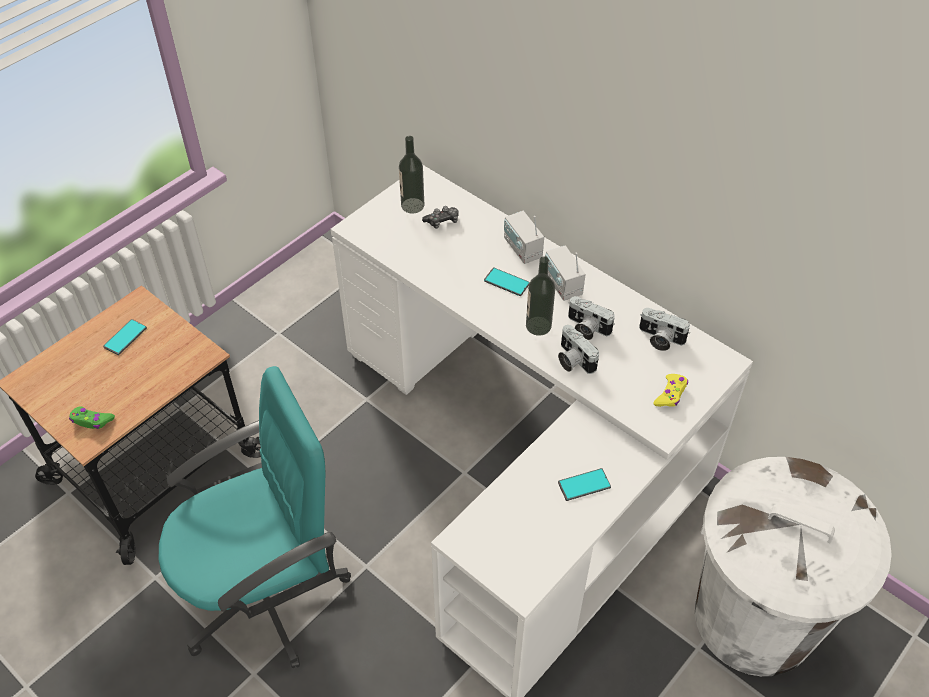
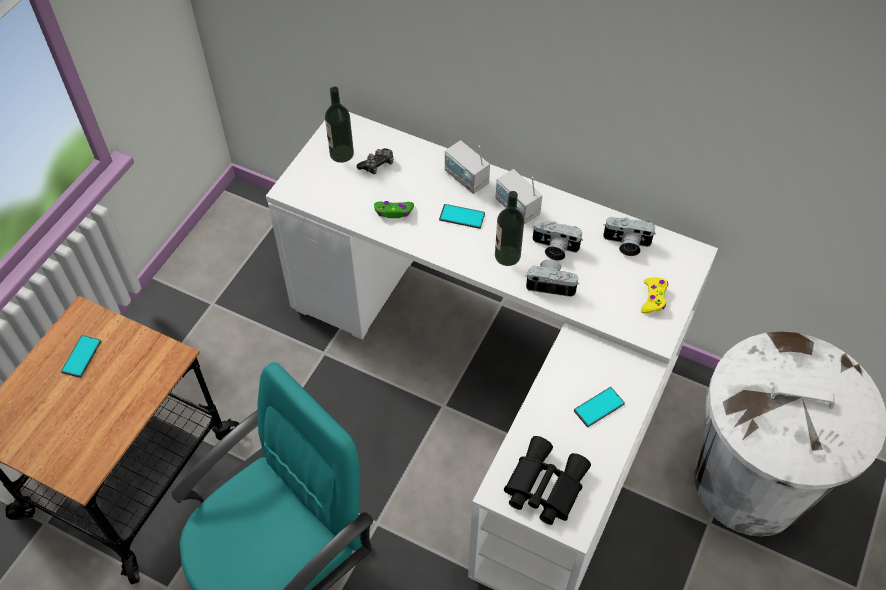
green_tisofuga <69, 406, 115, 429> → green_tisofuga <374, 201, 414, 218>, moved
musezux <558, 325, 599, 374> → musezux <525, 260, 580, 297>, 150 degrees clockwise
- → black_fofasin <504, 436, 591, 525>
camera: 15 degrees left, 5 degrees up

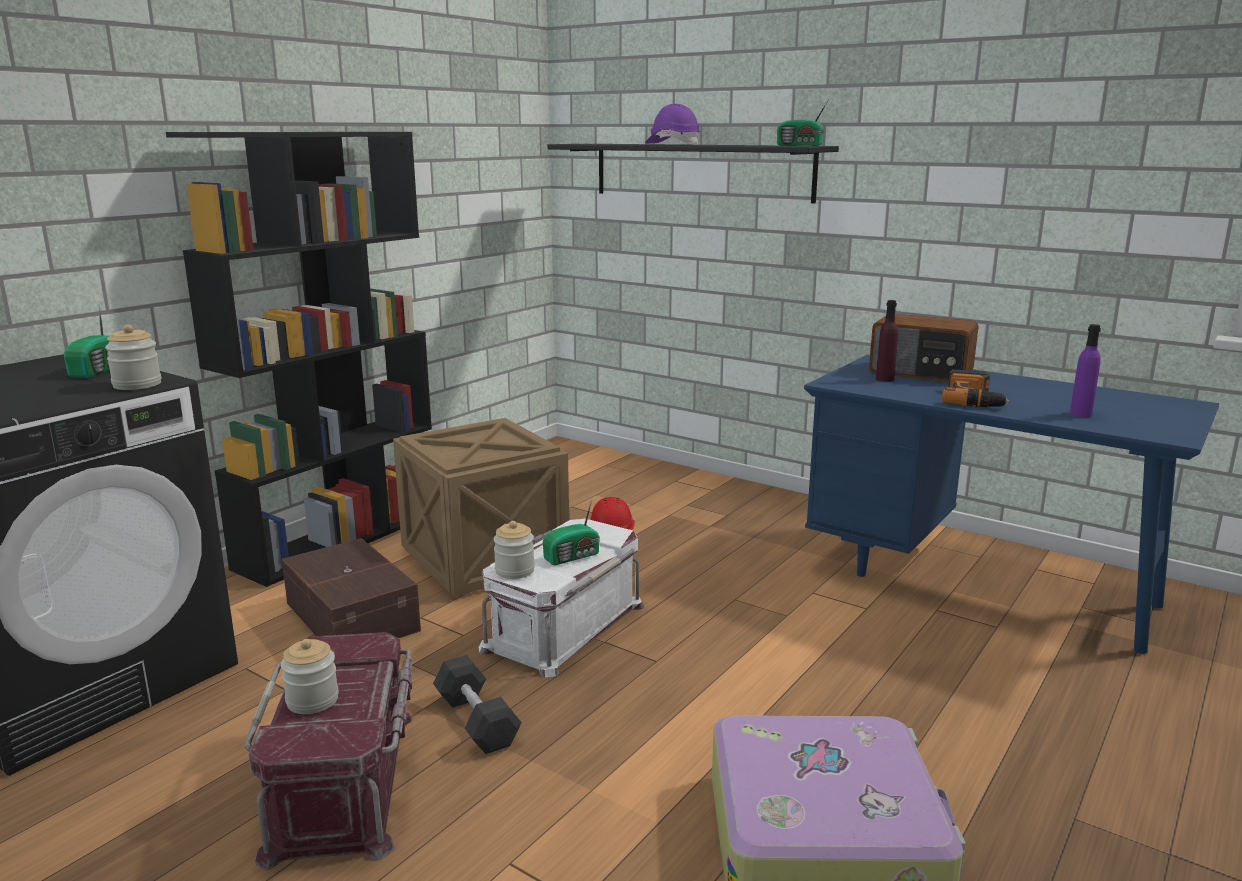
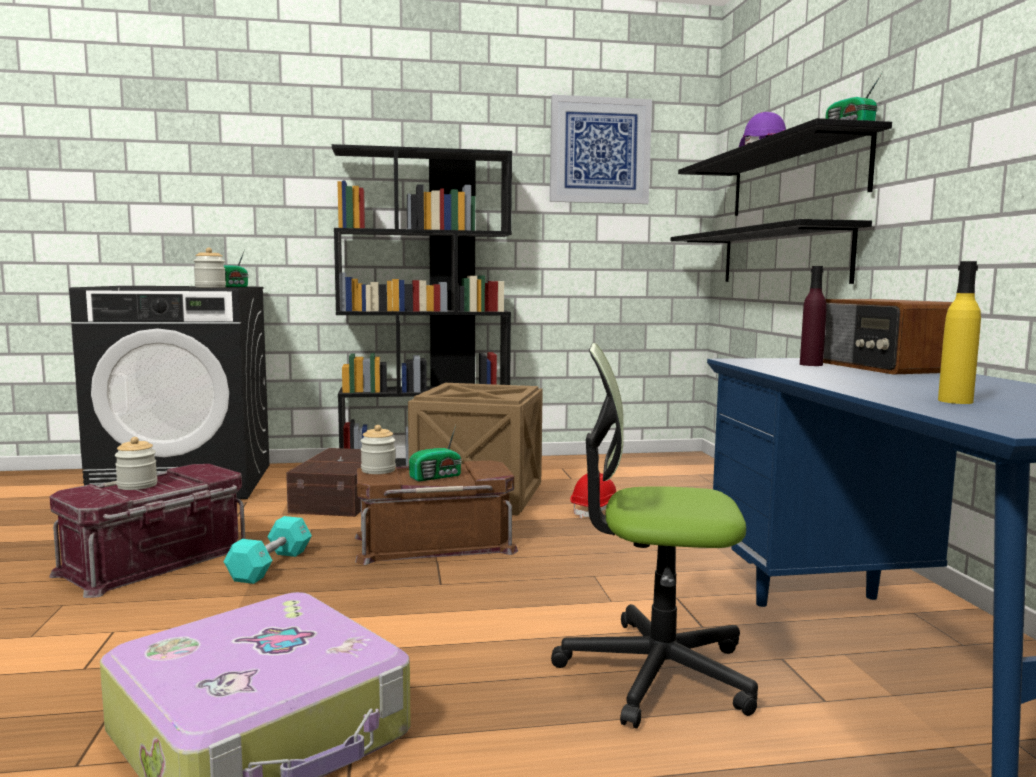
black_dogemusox <433, 655, 522, 754> → turquoise_dogemusox <224, 516, 312, 584>
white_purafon <479, 519, 644, 677> → brown_purafon <355, 461, 518, 565>
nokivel <543, 499, 600, 565> → nokivel <409, 425, 462, 481>, 45 degrees counterclockwise
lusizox <942, 369, 1009, 407> → -
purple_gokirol <1070, 324, 1101, 417> → yellow_gokirol <938, 261, 981, 404>
- → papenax <550, 95, 652, 204>
- → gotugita <551, 343, 758, 728>
- → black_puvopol <671, 219, 872, 284>
camera: 45 degrees right, 10 degrees down

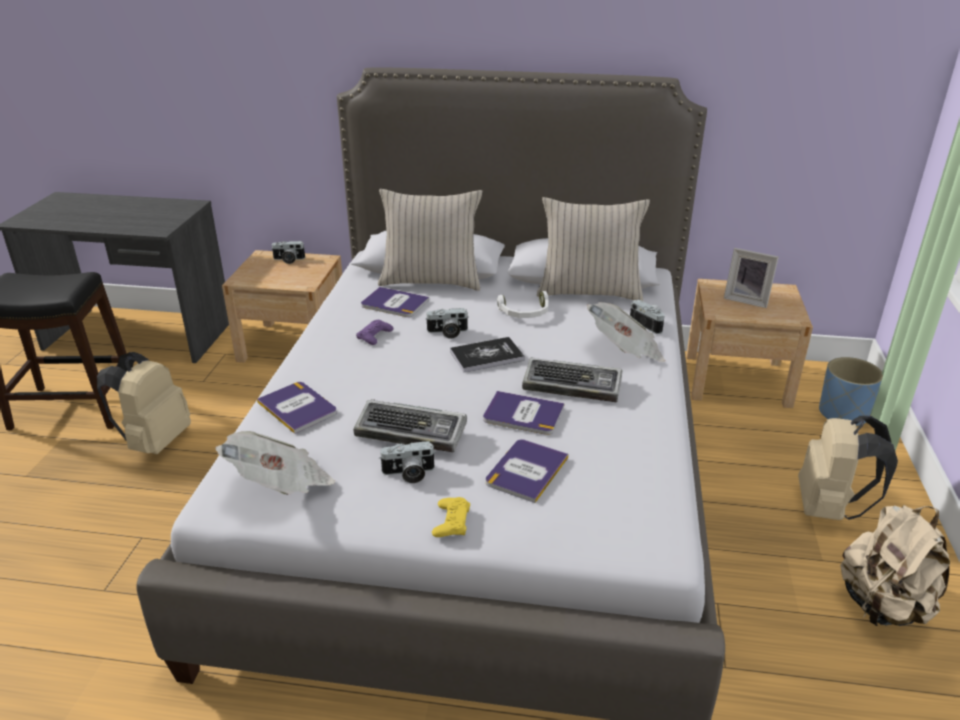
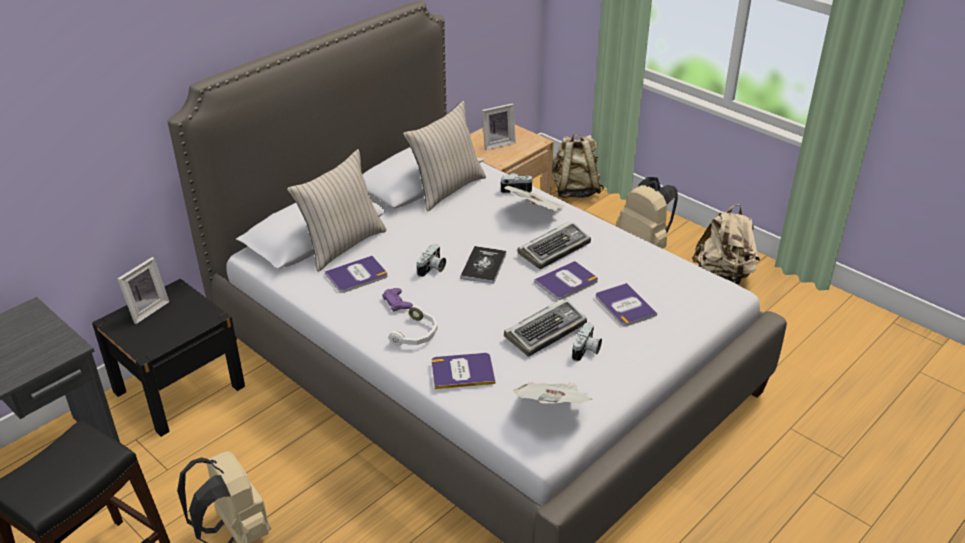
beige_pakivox <222, 250, 342, 363> → black_pakivox <92, 279, 245, 437>
musezux <272, 241, 305, 264> → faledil <118, 257, 170, 324>
yellow_tisofuga <432, 497, 470, 537> → -
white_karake <497, 291, 549, 318> → white_karake <389, 306, 438, 346>, moved
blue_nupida <819, 357, 883, 426> → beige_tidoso <552, 134, 604, 198>
camera: 55 degrees left, 5 degrees up

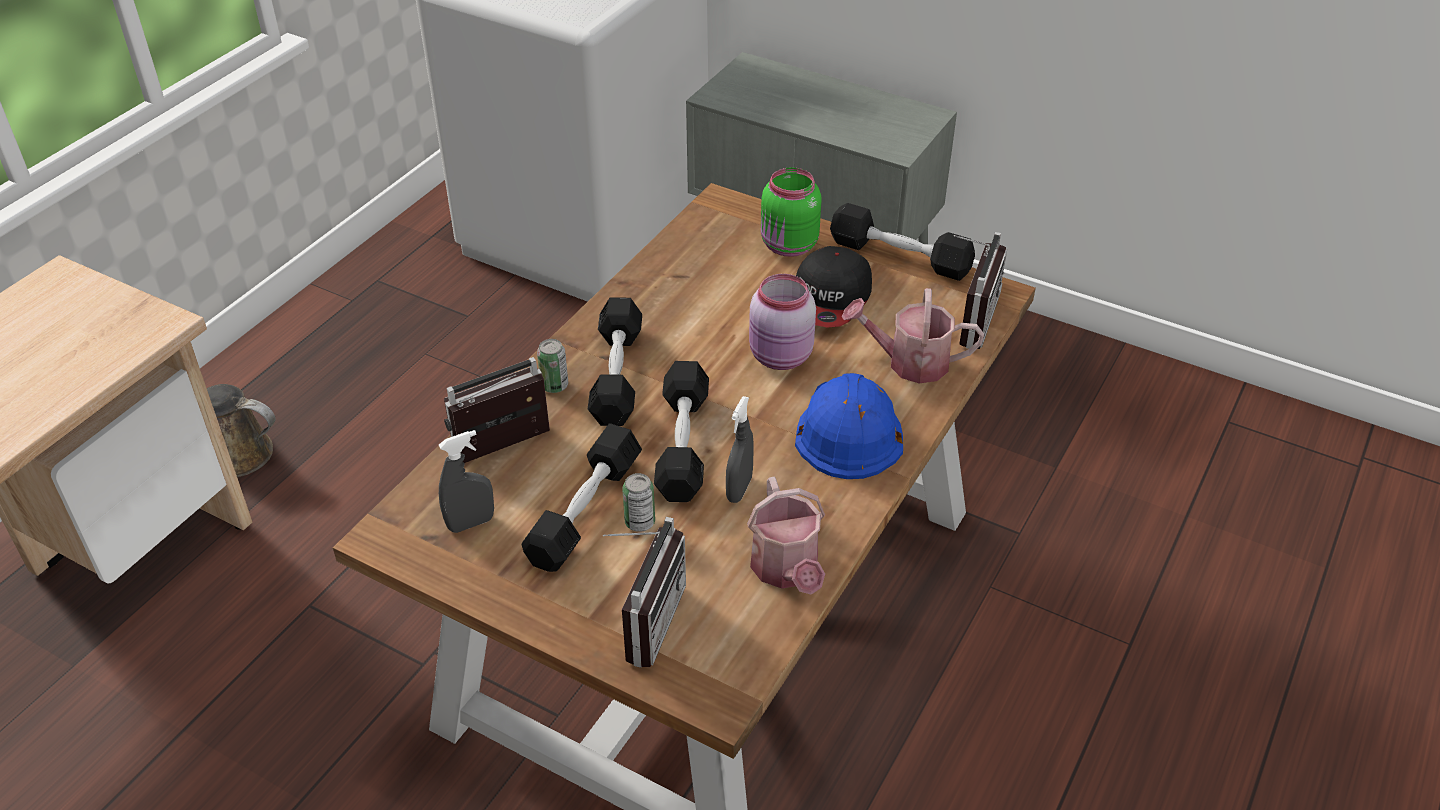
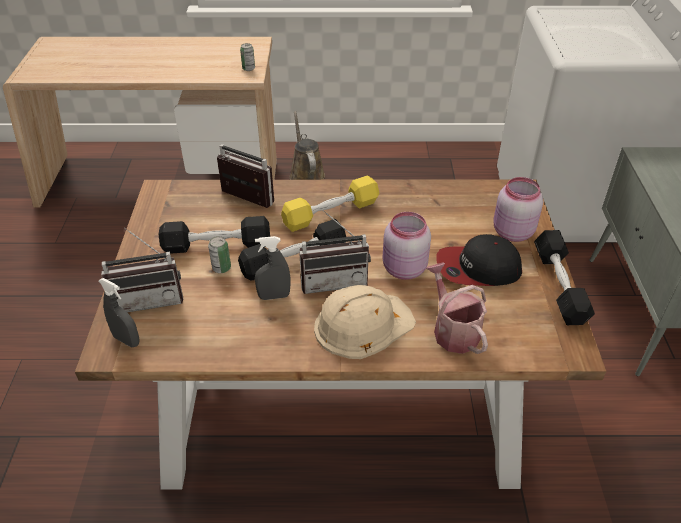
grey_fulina <439, 430, 494, 533> → grey_fulina <99, 278, 139, 347>, moved
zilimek <537, 339, 568, 393> → zilimek <240, 43, 255, 71>, moved
black_dogemusox <588, 297, 642, 426> → yellow_dogemusox <281, 176, 379, 232>
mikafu <747, 477, 825, 595> → -
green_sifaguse <761, 167, 822, 257> → pink_sifaguse <493, 177, 543, 242>
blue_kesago <795, 373, 903, 479> → beige_kesago <314, 285, 416, 359>
nokivel <954, 232, 1007, 349> → nokivel <299, 210, 371, 294>, moved
camera: 60 degrees right, 0 degrees up

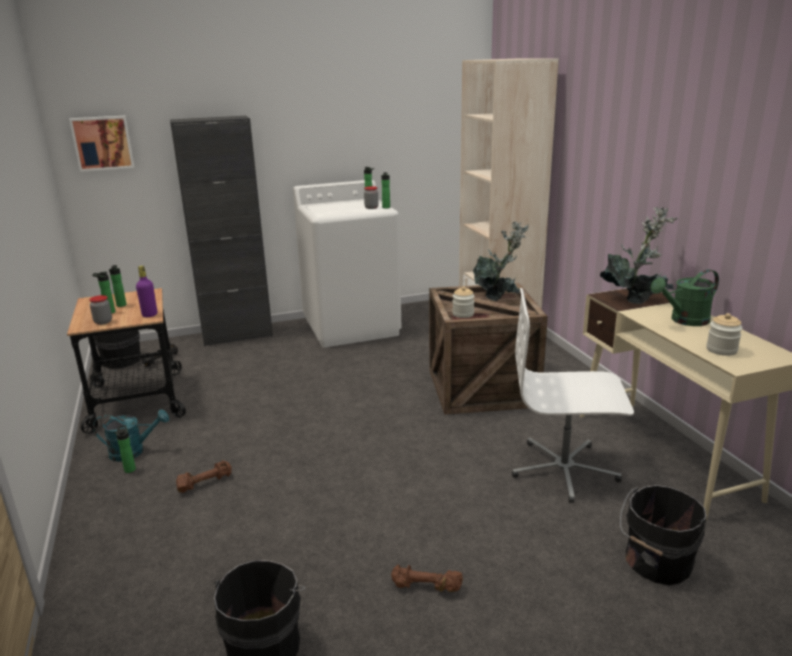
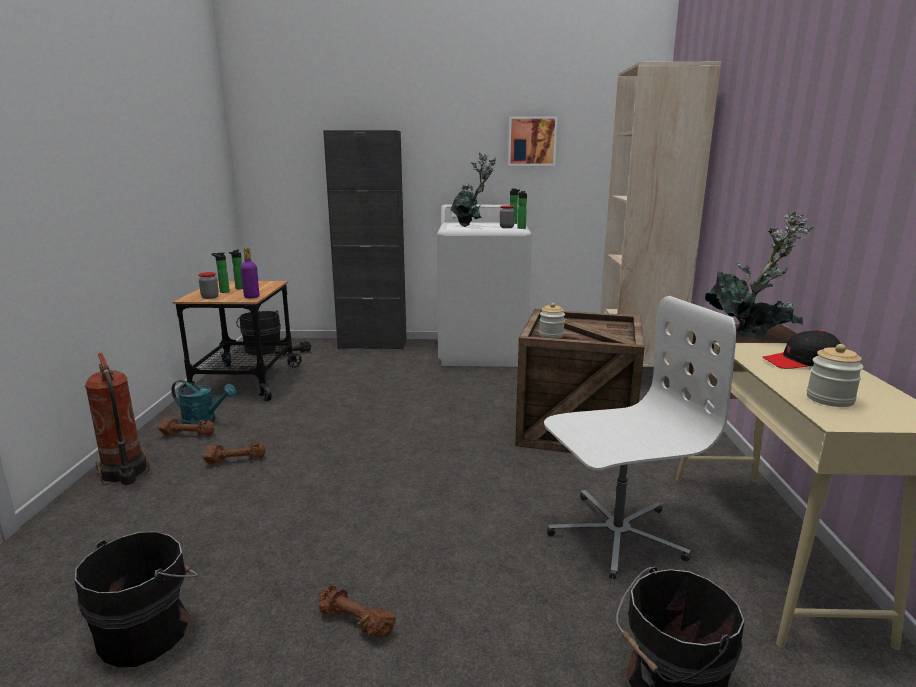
papenax <69, 116, 134, 172> → papenax <508, 116, 557, 166>, moved
gokirol <116, 425, 136, 473> → brown_dogemusox <158, 418, 215, 436>
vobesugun <473, 221, 529, 301> → vobesugun <450, 153, 496, 227>, moved
white_gotugita <512, 288, 634, 503> → white_gotugita <544, 296, 736, 579>, 135 degrees clockwise
green_mikafu <650, 269, 719, 326> → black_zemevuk <763, 330, 841, 369>
- → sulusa <85, 353, 150, 485>
camera: 20 degrees right, 5 degrees down

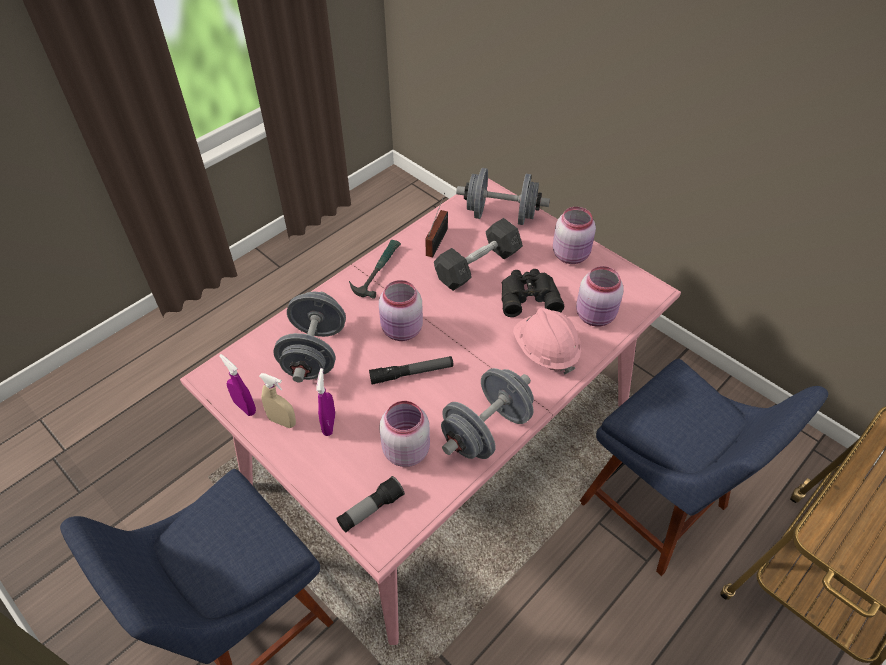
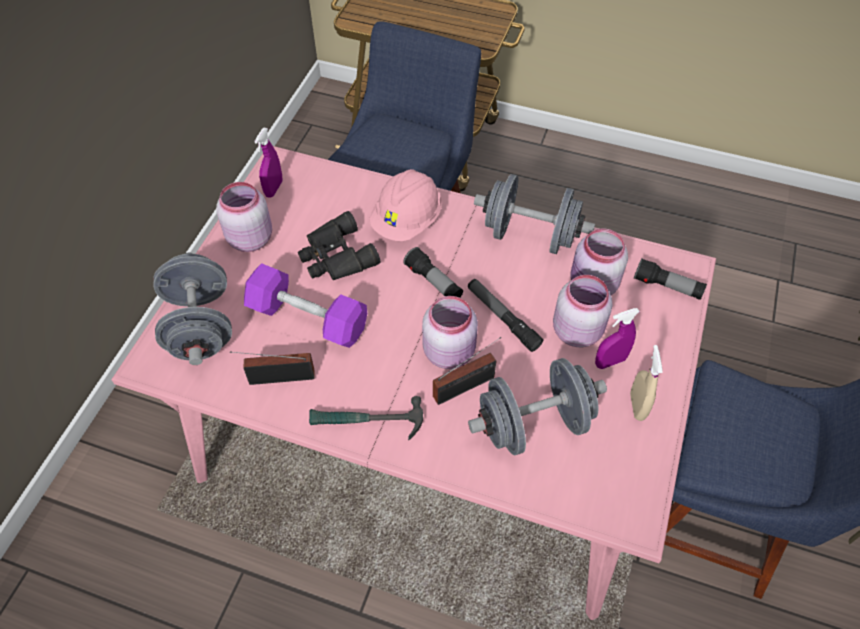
purple_fulina <219, 354, 256, 416> → purple_fulina <254, 128, 283, 198>, moved
grey_dogemusox <434, 218, 523, 291> → purple_dogemusox <244, 263, 367, 348>
pink_sifaguse <576, 266, 624, 327> → pink_sifaguse <553, 275, 613, 347>, moved
- → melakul <403, 247, 463, 298>
- → nokivel <433, 337, 501, 405>
camera: 115 degrees left, 5 degrees up

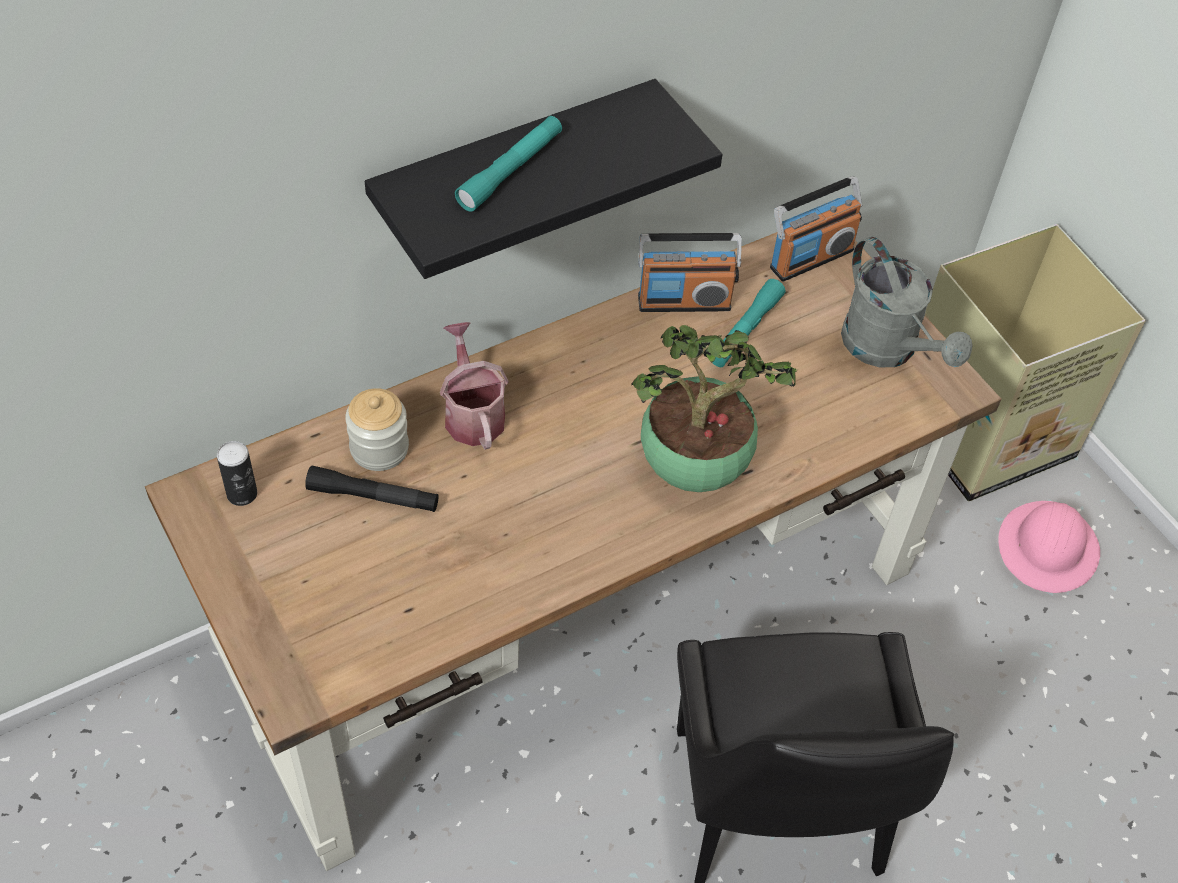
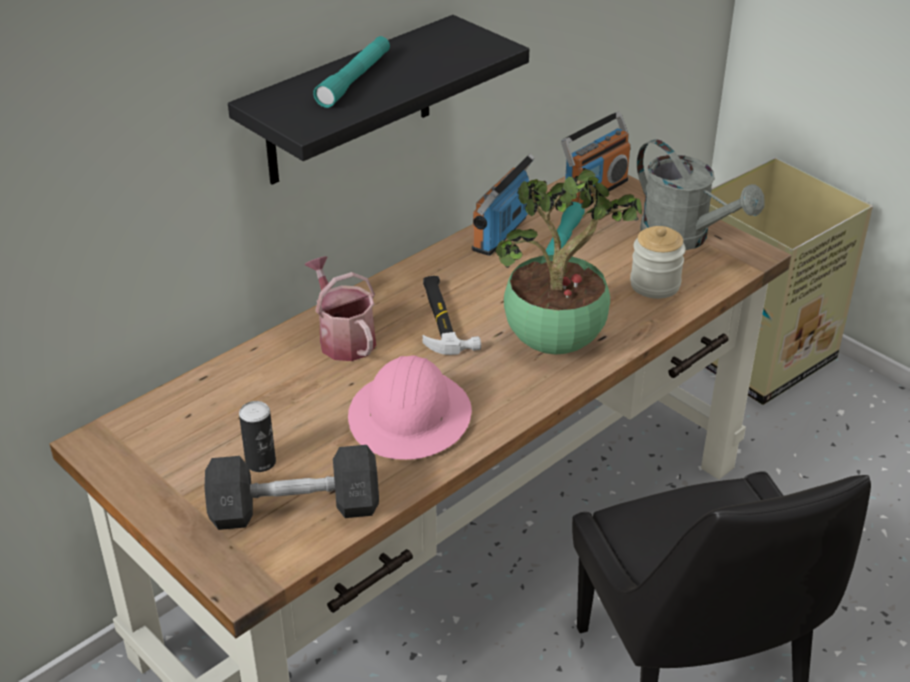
zilimek <217, 441, 257, 506> → zilimek <239, 401, 276, 472>, moved
black_melakul <305, 466, 439, 512> → -
sifaguse <345, 388, 409, 471> → sifaguse <630, 226, 686, 299>, moved
nokivel <638, 233, 742, 312> → nokivel <472, 154, 535, 256>, 135 degrees clockwise
pink_kesago <998, 501, 1100, 593> → pink_kesago <348, 355, 472, 460>, moved
- → grey_dogemusox <205, 445, 379, 530>
- → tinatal <422, 276, 481, 355>
camera: 10 degrees left, 15 degrees down

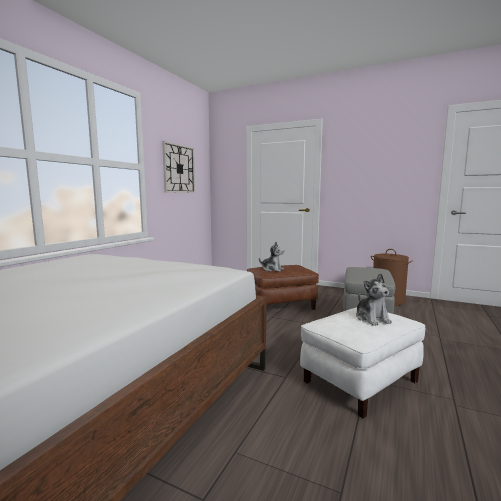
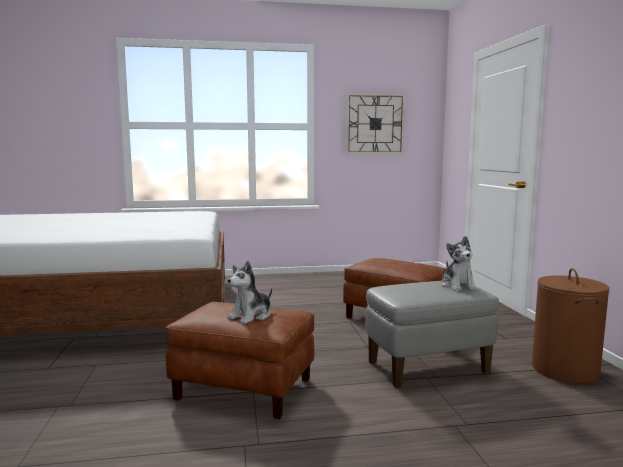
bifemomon <259, 242, 284, 272> → bifemomon <441, 236, 477, 291>, moved
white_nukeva <300, 307, 425, 418> → brown_nukeva <166, 302, 315, 419>
camera: 55 degrees right, 0 degrees up

